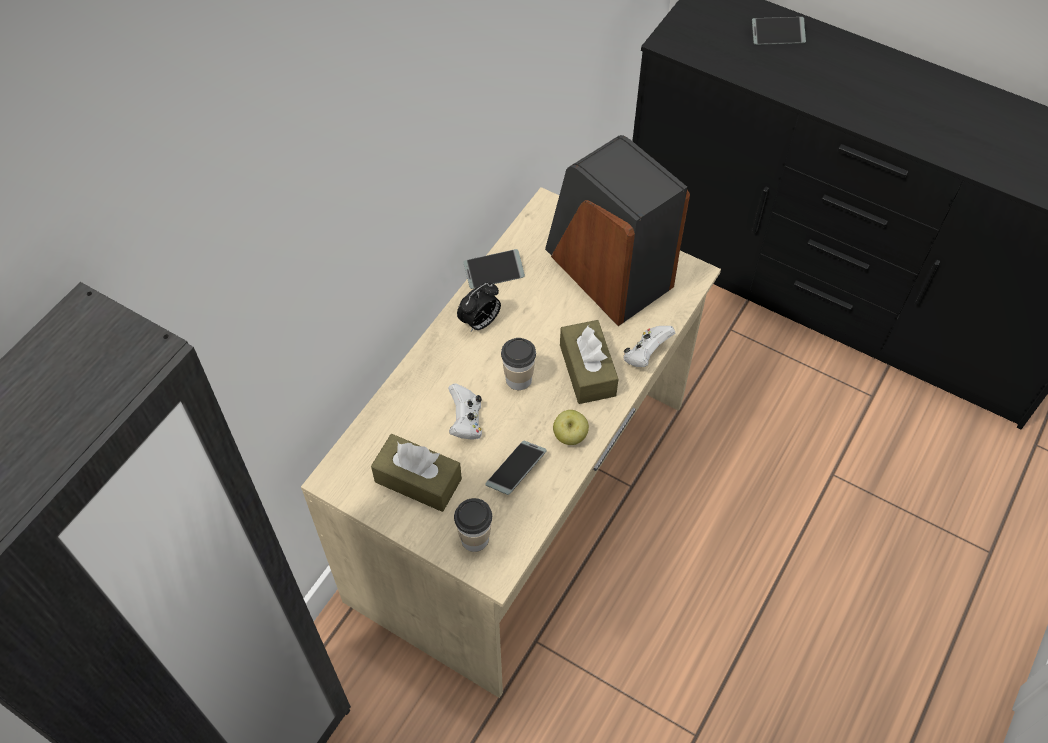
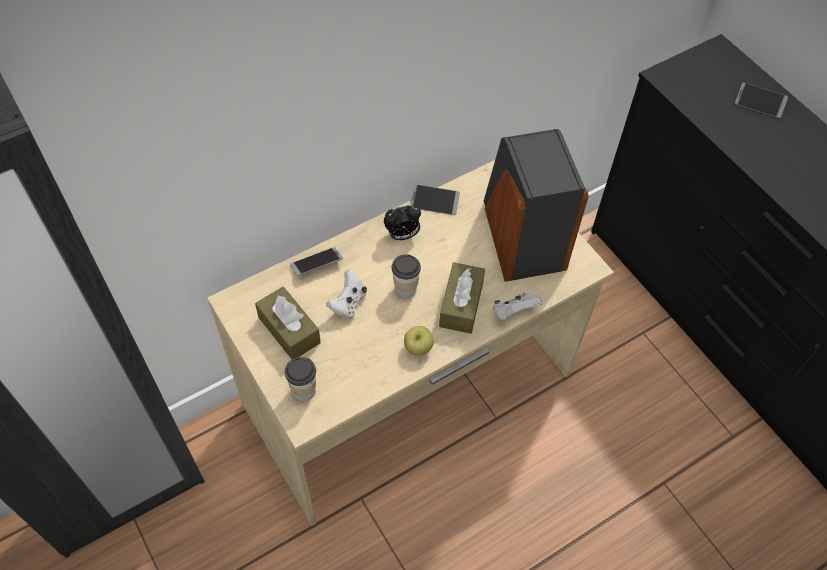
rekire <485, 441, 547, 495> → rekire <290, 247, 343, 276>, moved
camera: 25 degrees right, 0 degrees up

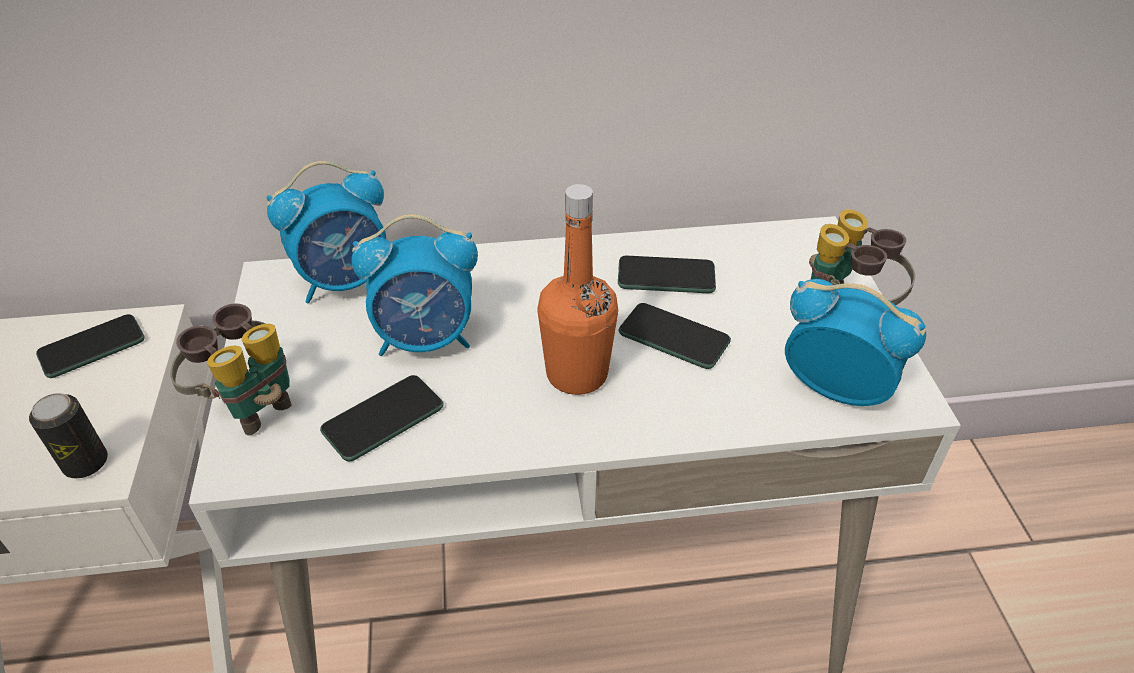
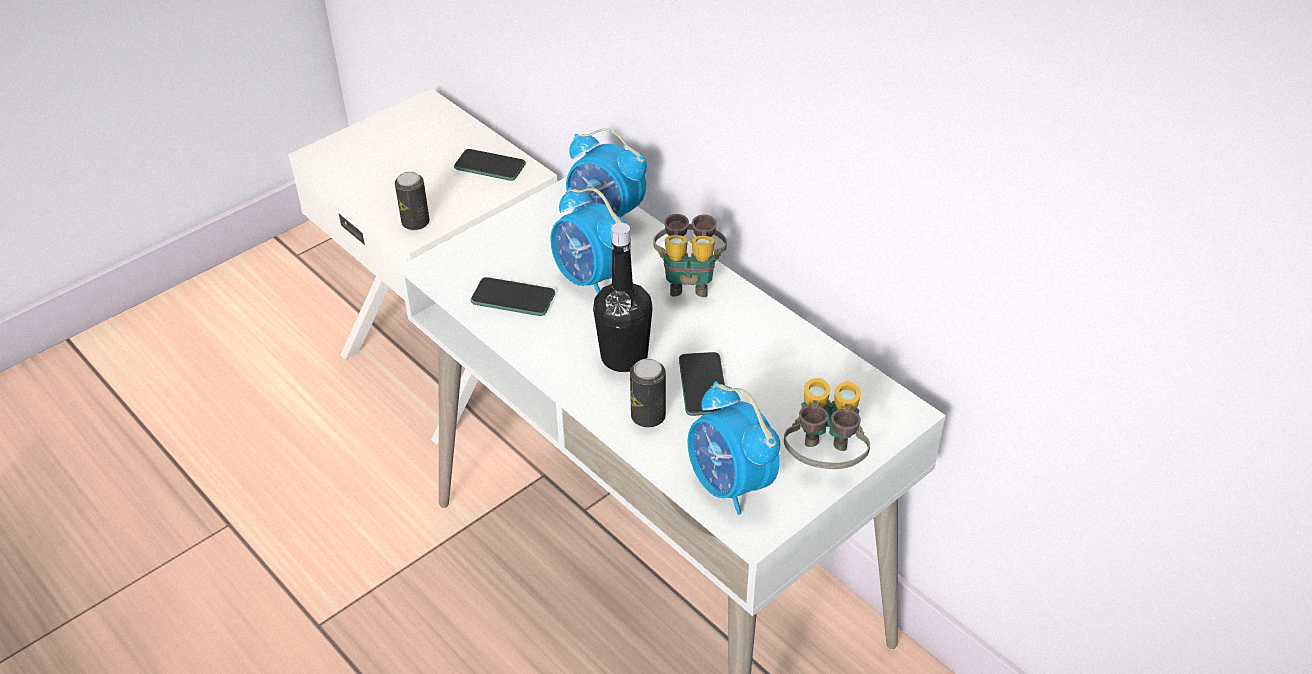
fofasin <170, 304, 292, 435> → fofasin <654, 214, 727, 297>, moved
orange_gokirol <537, 184, 618, 395> → black_gokirol <593, 222, 653, 372>
rekire <618, 256, 716, 293> → -
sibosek <785, 279, 926, 406> → sibosek <688, 381, 780, 515>, 150 degrees clockwise
- → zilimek <630, 358, 666, 428>
camera: 55 degrees right, 0 degrees up

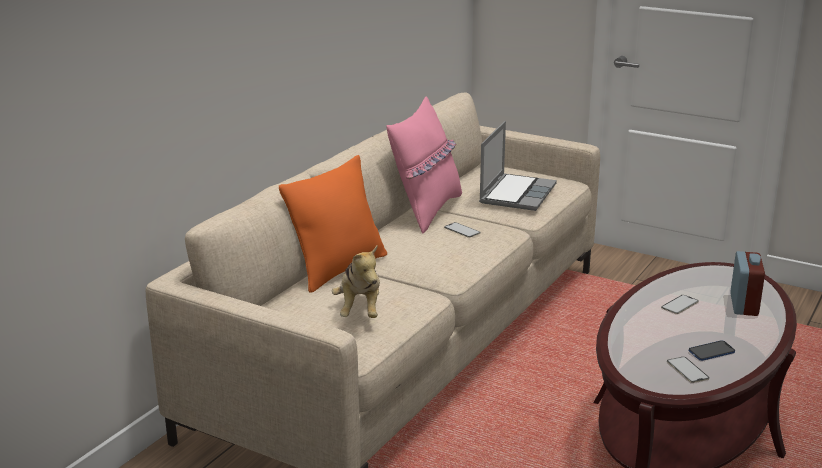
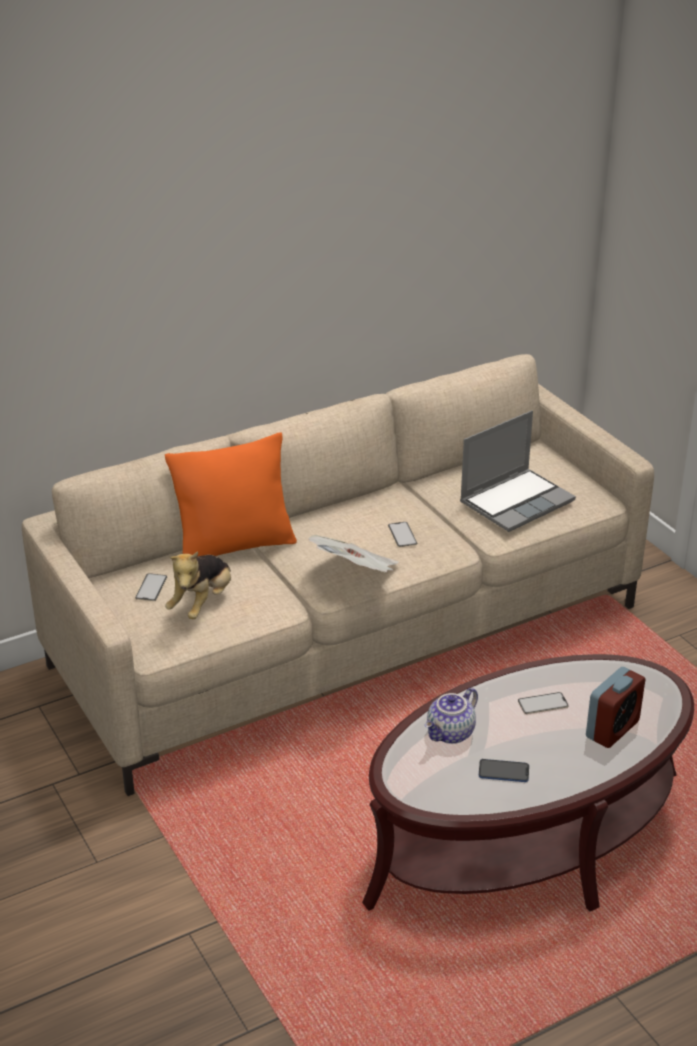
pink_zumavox <387, 97, 462, 234> → -
rekire <667, 357, 710, 383> → rekire <135, 573, 167, 601>, moved
- → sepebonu <308, 535, 399, 573>
- → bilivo <425, 687, 478, 744>
camera: 30 degrees right, 10 degrees up

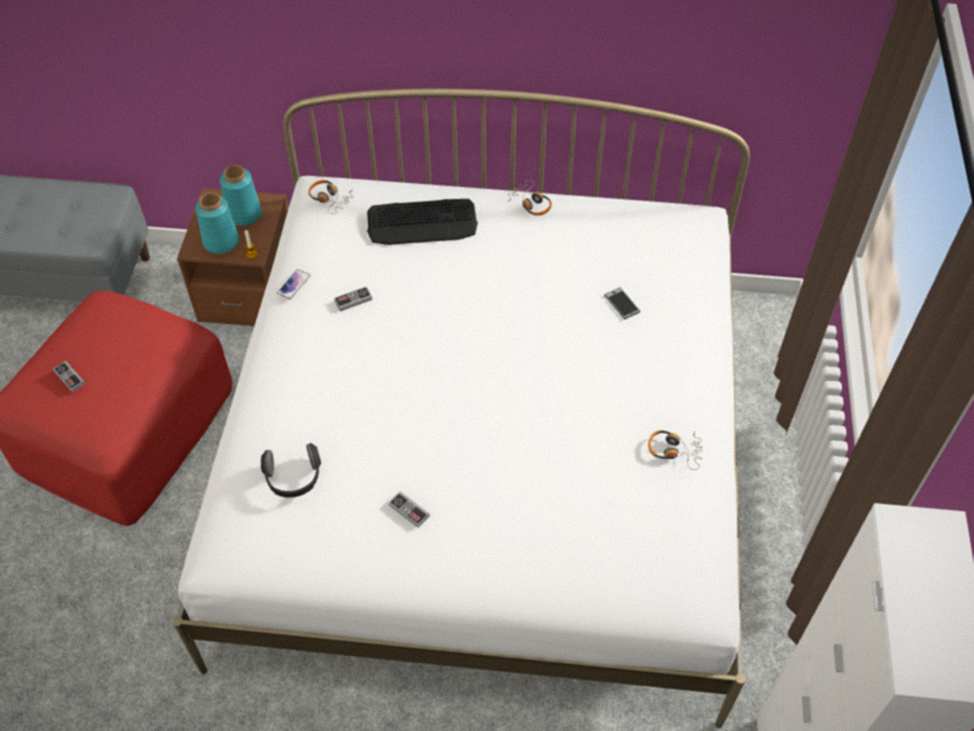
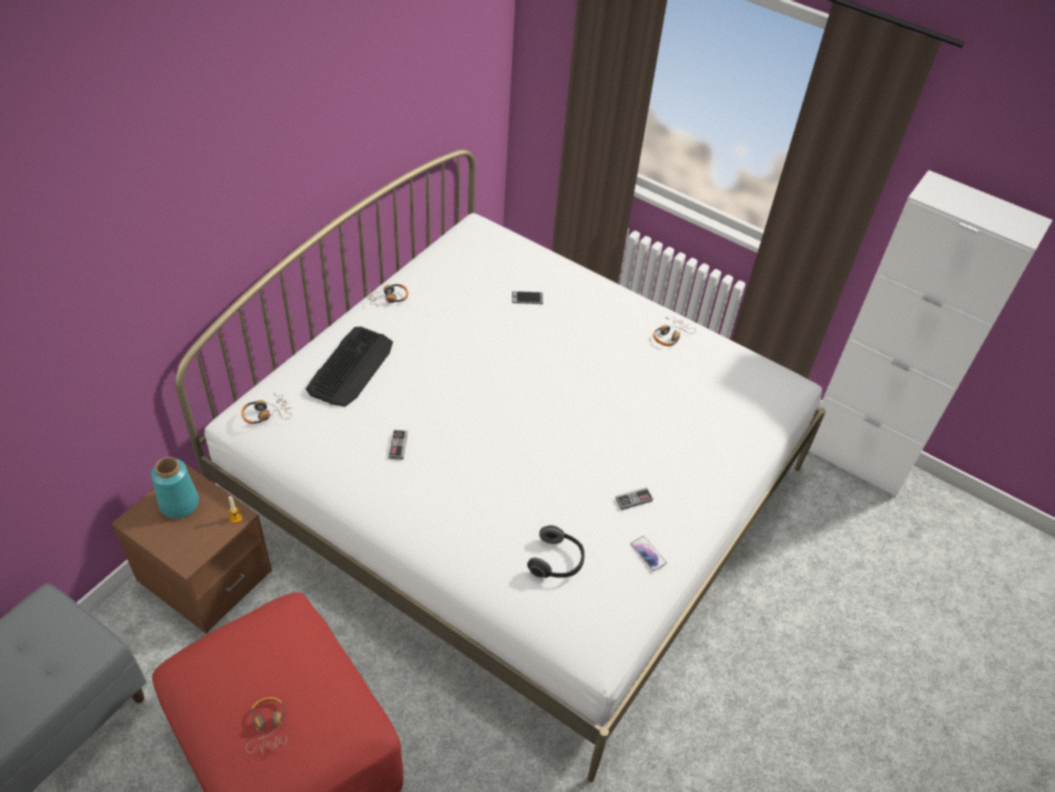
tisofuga <53, 361, 85, 392> → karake <246, 697, 294, 753>
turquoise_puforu <196, 192, 239, 254> → -
rekire <277, 269, 311, 299> → rekire <631, 536, 667, 571>, moved
camera: 65 degrees left, 5 degrees down

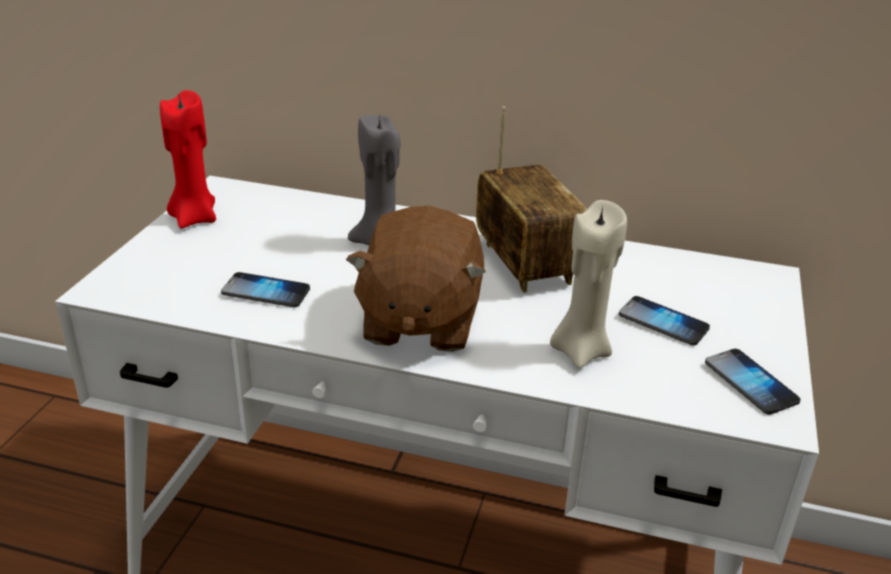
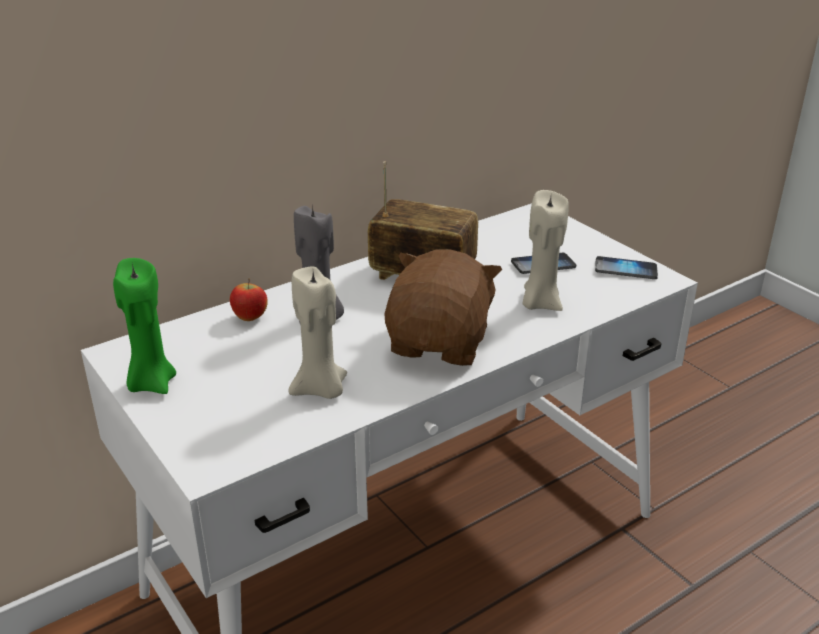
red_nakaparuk <160, 90, 216, 229> → green_nakaparuk <113, 258, 176, 394>
rekire <221, 272, 310, 307> → beige_nakaparuk <289, 266, 347, 399>
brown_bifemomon <346, 206, 486, 352> → brown_bifemomon <385, 250, 502, 366>, 120 degrees counterclockwise
- → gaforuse <230, 278, 268, 321>
camera: 50 degrees left, 0 degrees up

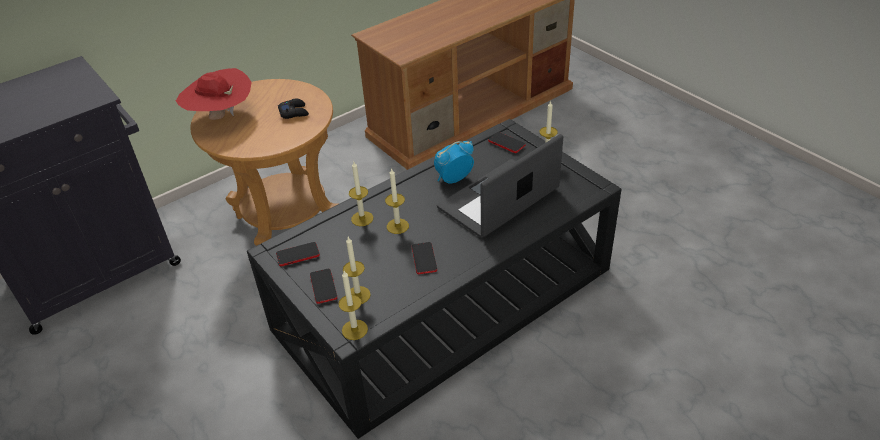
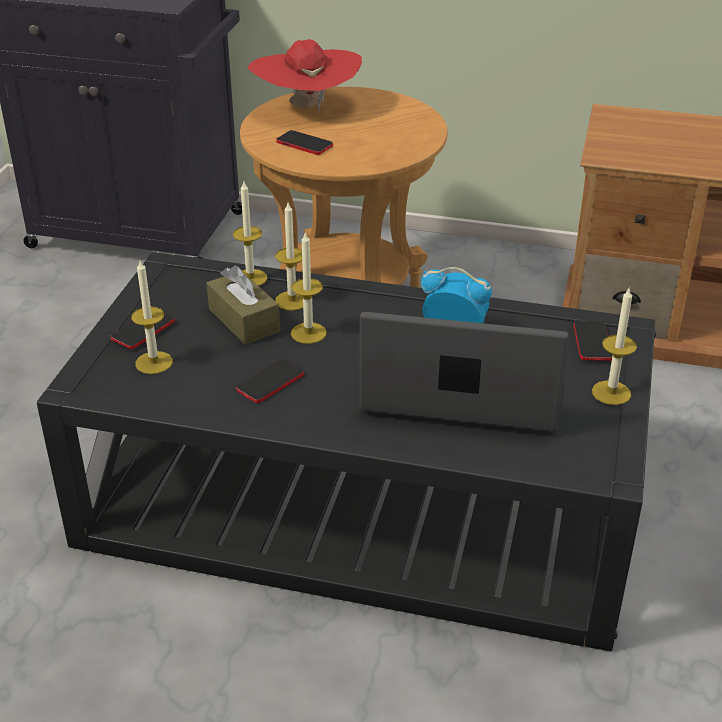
rekire <276, 242, 320, 266> → rekire <276, 130, 333, 155>, moved
black_tisofuga <278, 98, 309, 119> → -
nakaparuk <338, 271, 368, 340> → nakaparuk <233, 182, 267, 286>, moved
- → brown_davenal <206, 266, 280, 345>
camera: 50 degrees right, 5 degrees down

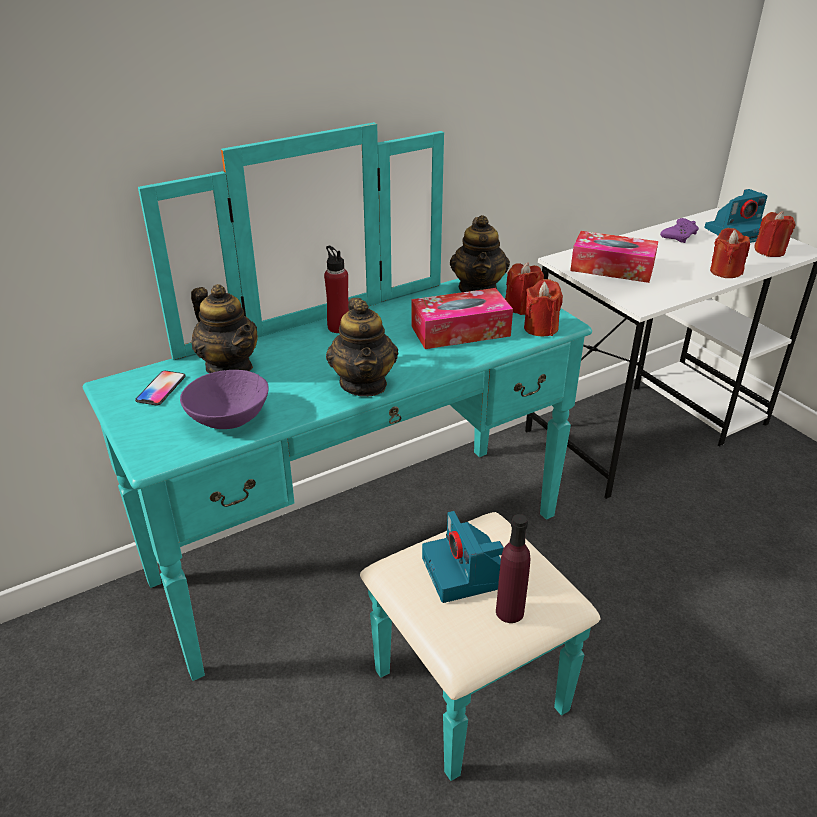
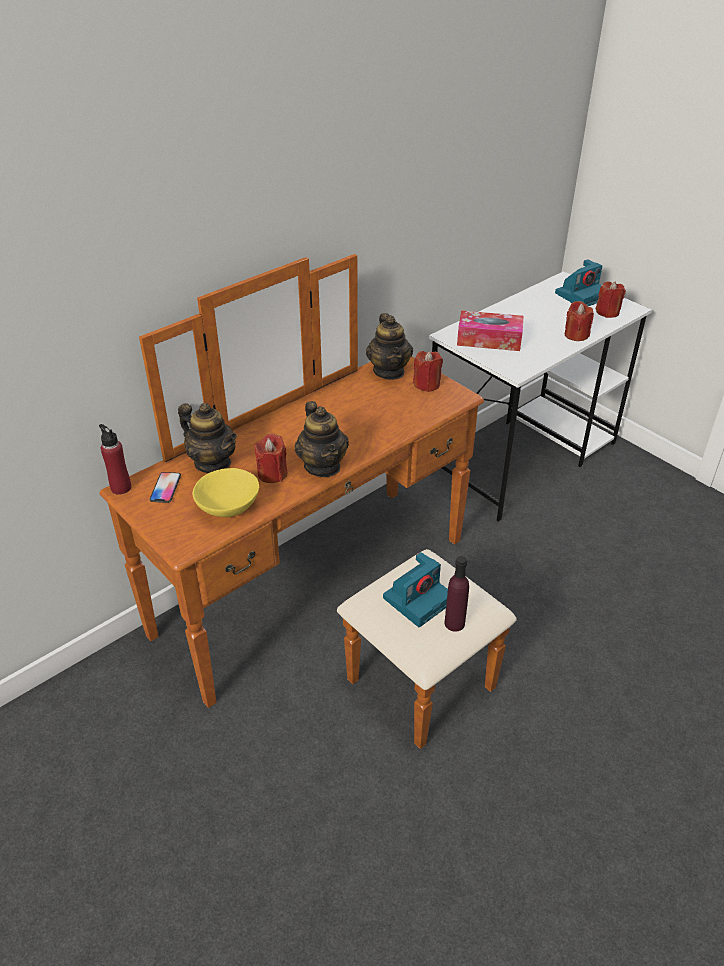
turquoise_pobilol <83, 122, 600, 781> → brown_pobilol <100, 254, 517, 749>
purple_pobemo <180, 370, 269, 429> → yellow_pobemo <192, 468, 259, 517>
red_gokirol <324, 246, 349, 333> → red_gokirol <99, 424, 131, 495>, moved
davenal <411, 288, 513, 349> → -
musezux <422, 511, 504, 603> → musezux <383, 552, 448, 627>, 105 degrees counterclockwise
red_nakaparuk <524, 279, 563, 336> → red_nakaparuk <254, 434, 288, 483>, moved
purple_tisofuga <660, 218, 699, 243> → -
camera: 10 degrees left, 5 degrees up

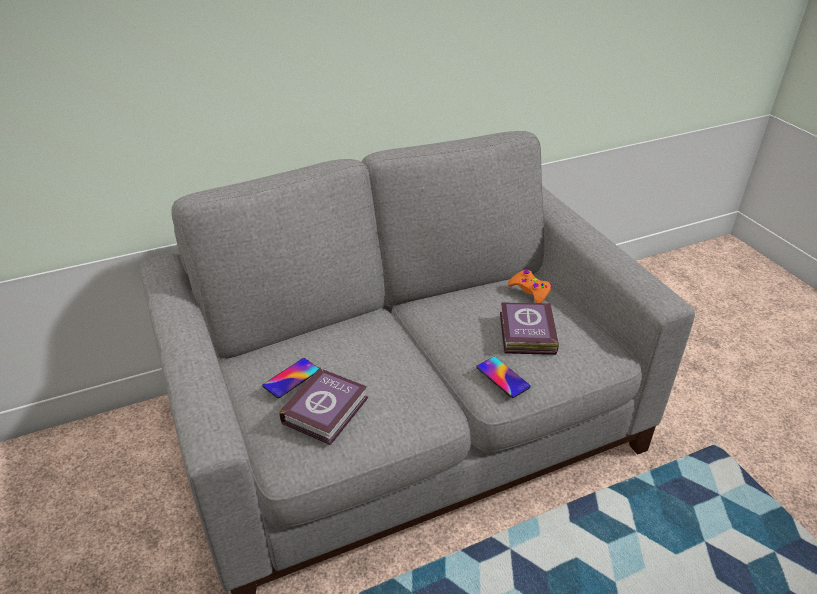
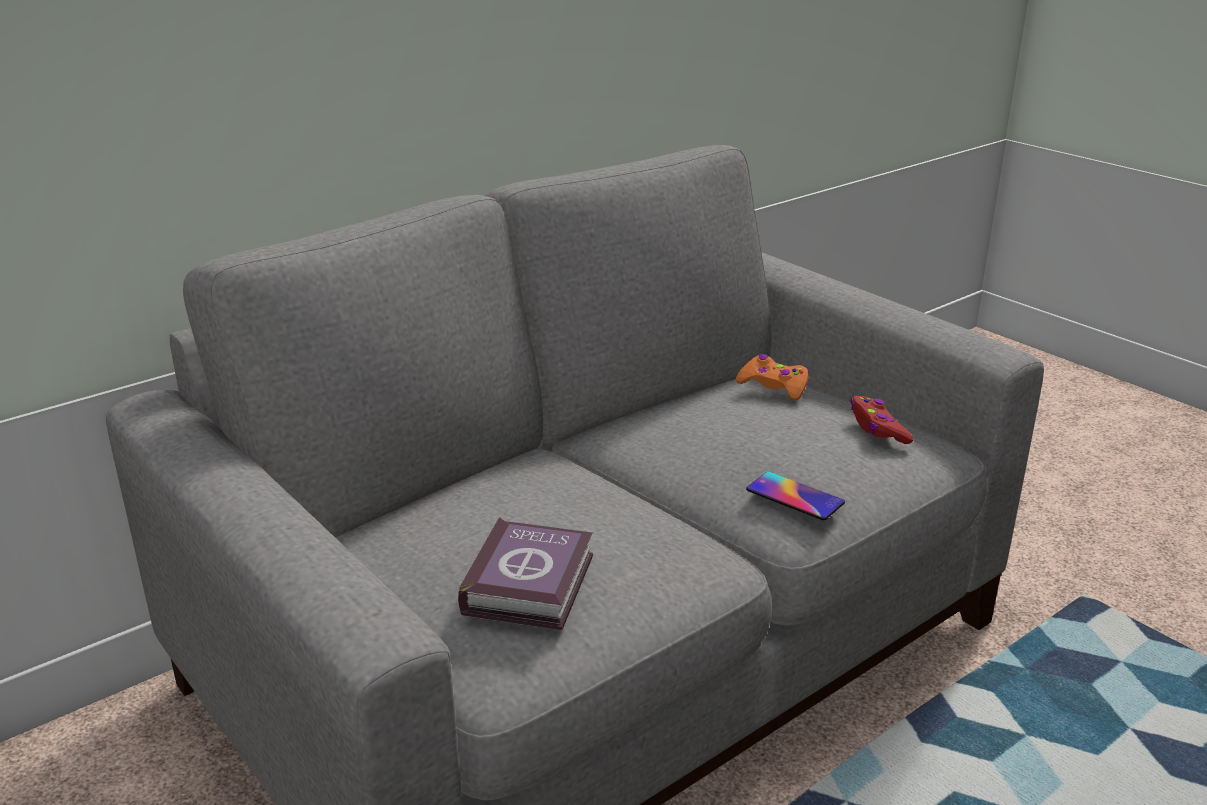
rekire <262, 358, 319, 398> → -
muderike <500, 302, 559, 355> → -
- → red_tisofuga <851, 396, 914, 444>
camera: 15 degrees left, 10 degrees down

